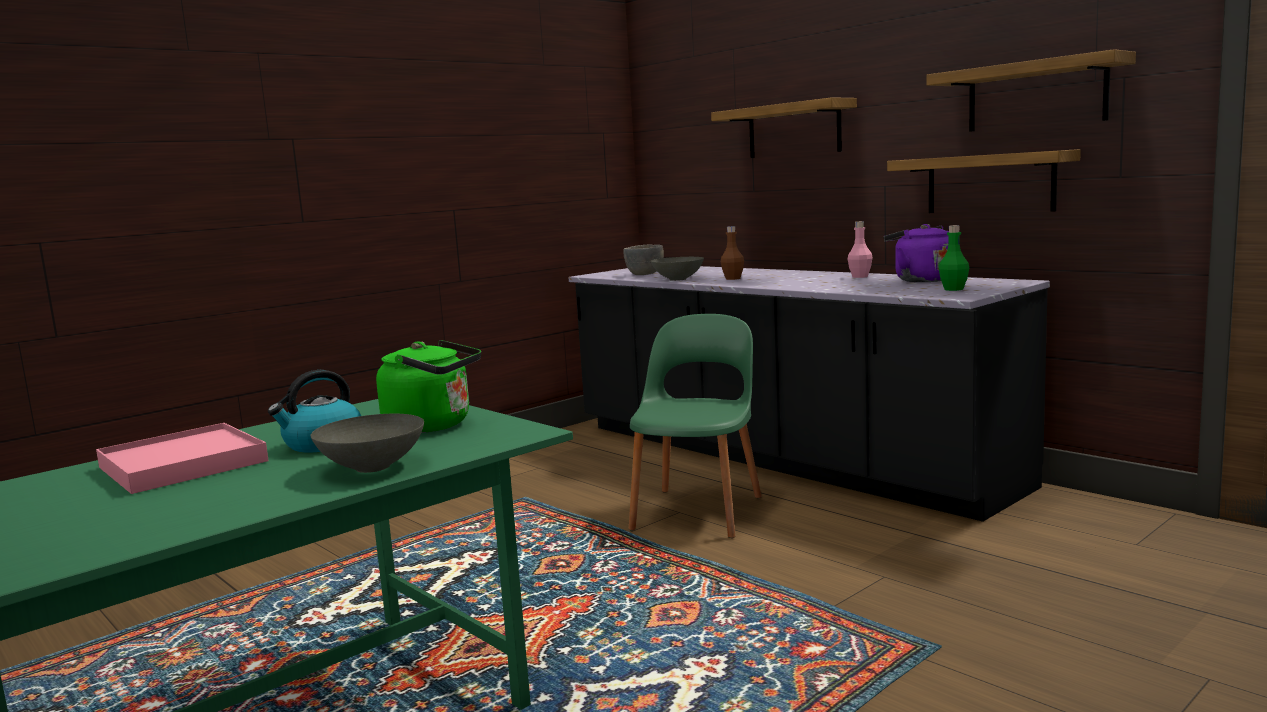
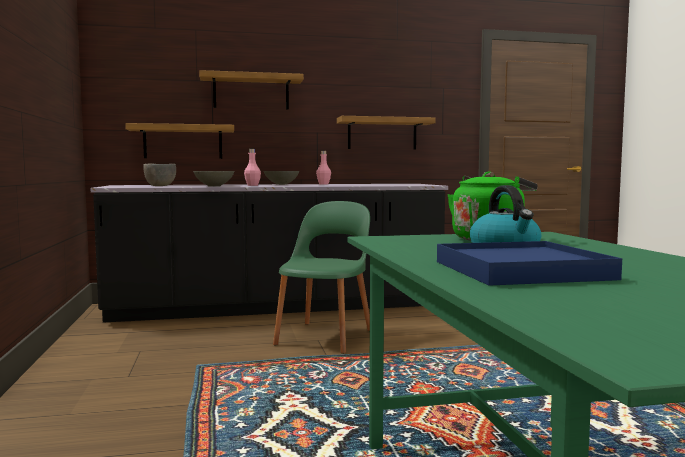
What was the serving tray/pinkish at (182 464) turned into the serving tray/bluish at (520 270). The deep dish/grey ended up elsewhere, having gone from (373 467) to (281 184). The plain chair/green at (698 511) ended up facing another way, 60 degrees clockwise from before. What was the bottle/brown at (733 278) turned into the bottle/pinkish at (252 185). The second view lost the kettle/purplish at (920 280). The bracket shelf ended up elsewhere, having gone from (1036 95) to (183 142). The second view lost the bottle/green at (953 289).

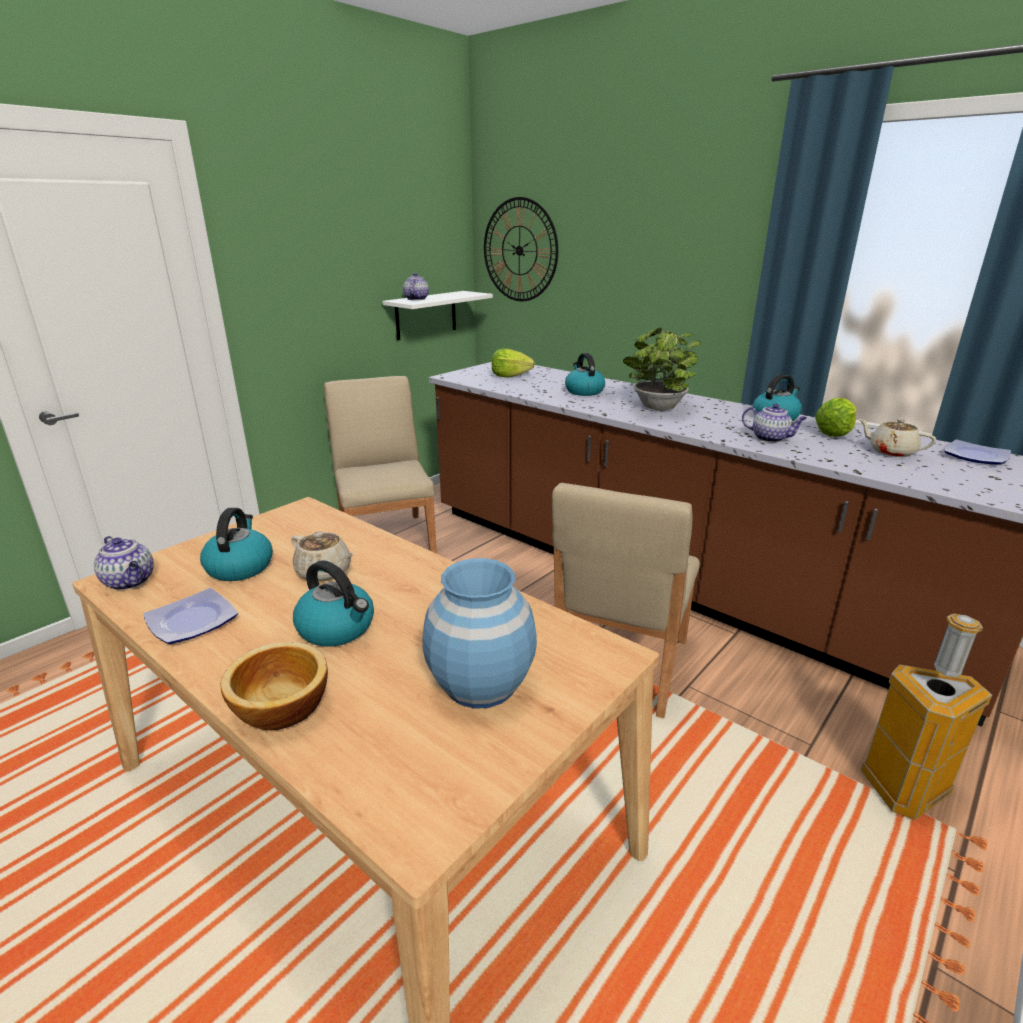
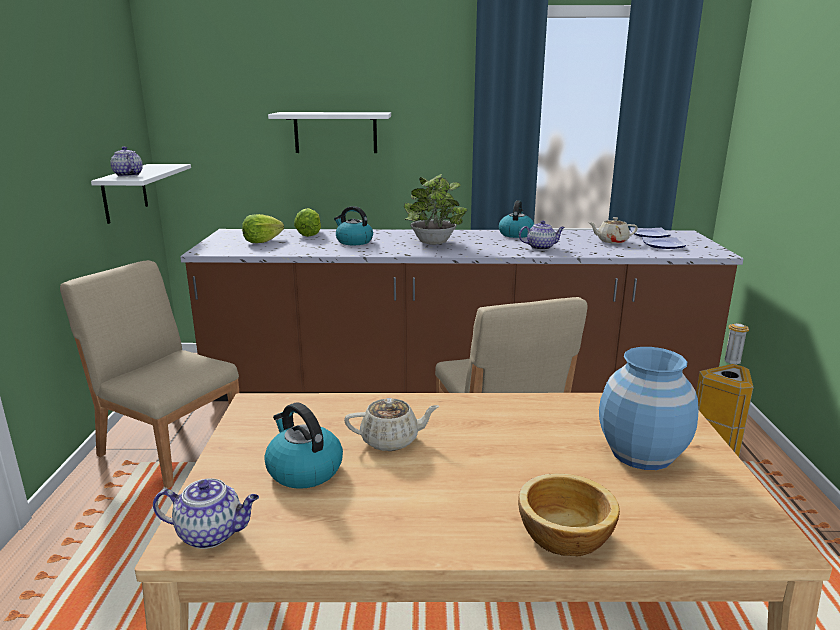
The plate ended up elsewhere, having gone from (193 620) to (662 245). The second view lost the kettle at (337 628). The second view lost the hanging clock at (519 250). The lettuce ended up elsewhere, having gone from (834 433) to (309 234). The second view gained the bracket shelf/white at (335 132).

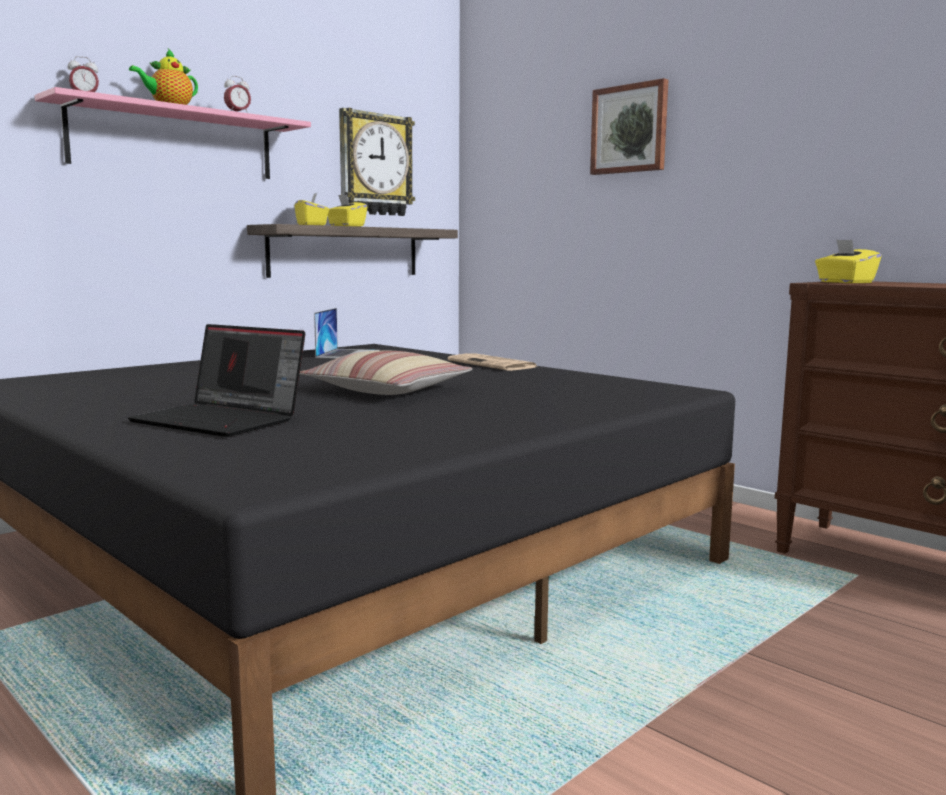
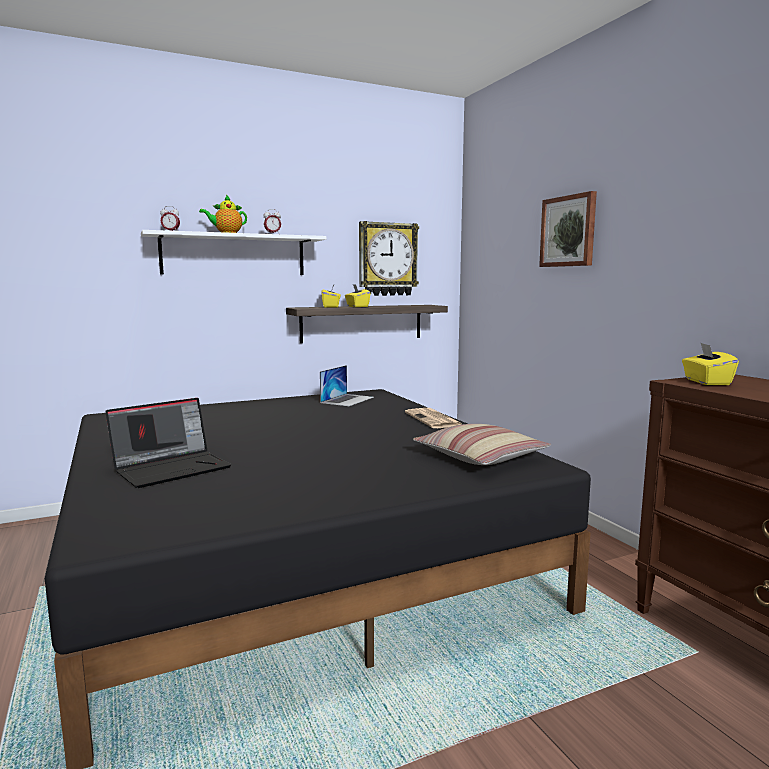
What was the bracket shelf/pinkish at (174 142) turned into the bracket shelf/white at (234 255). The portable computer at (222 420) ended up facing another way, 90 degrees counterclockwise from before. The pillow ended up elsewhere, having gone from (387 390) to (480 457).

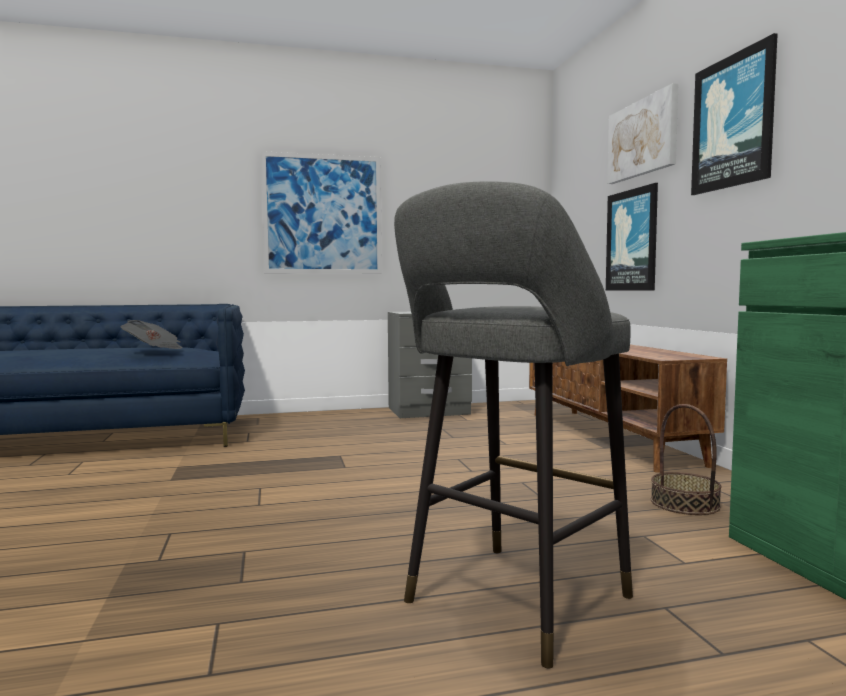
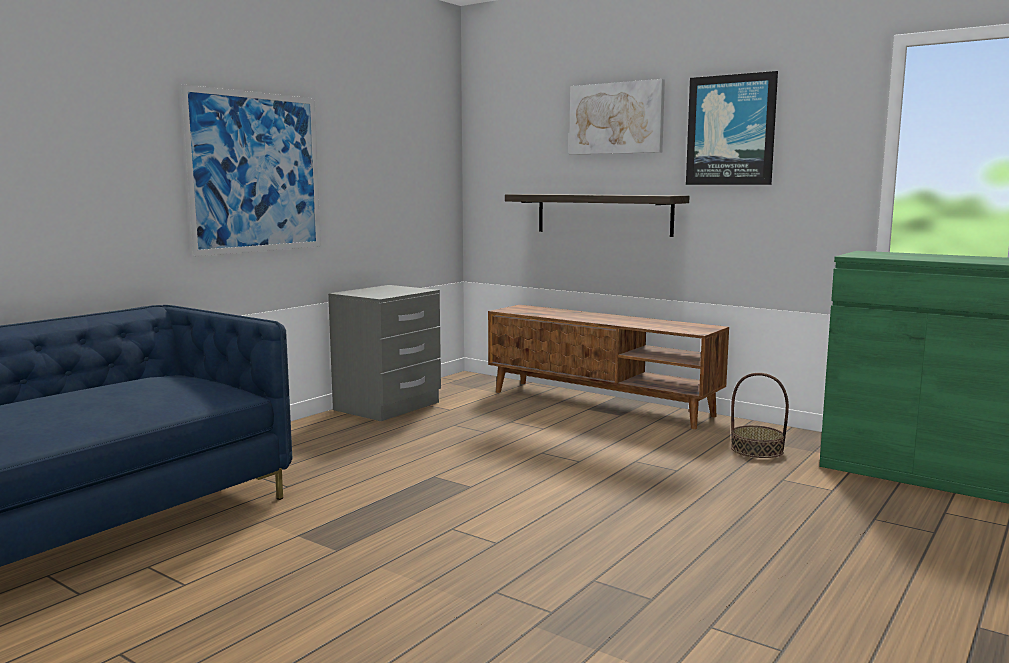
The second view lost the printed paper at (155 351). The second view lost the stool/grey at (510 604). Where the wall picture hung at (632 240), the bracket shelf came to hang at (603 214).

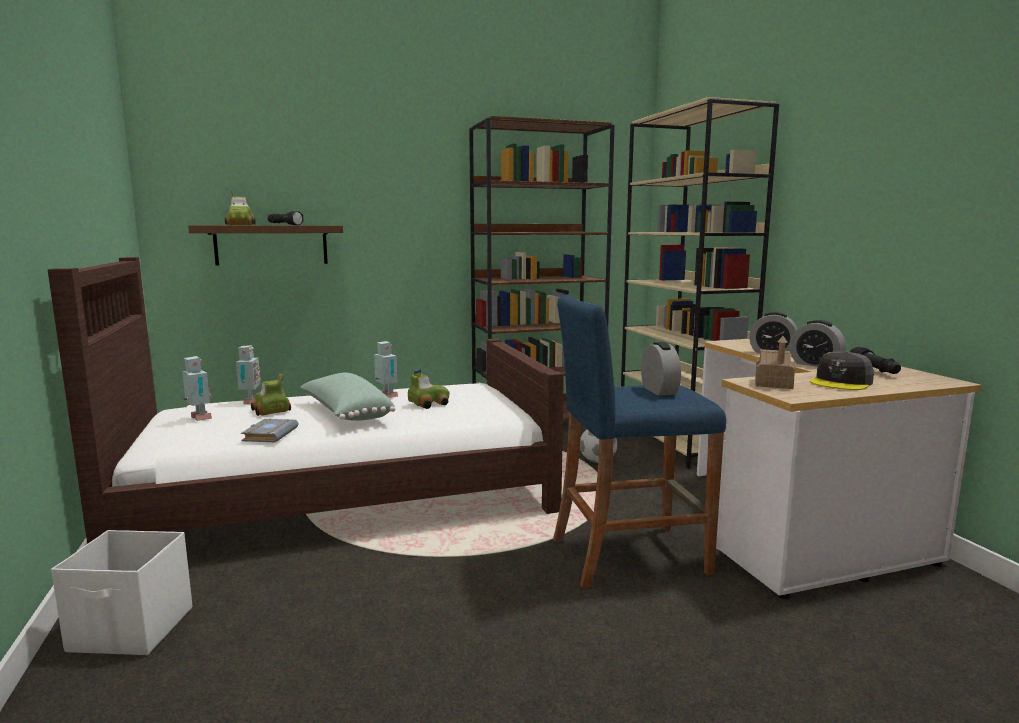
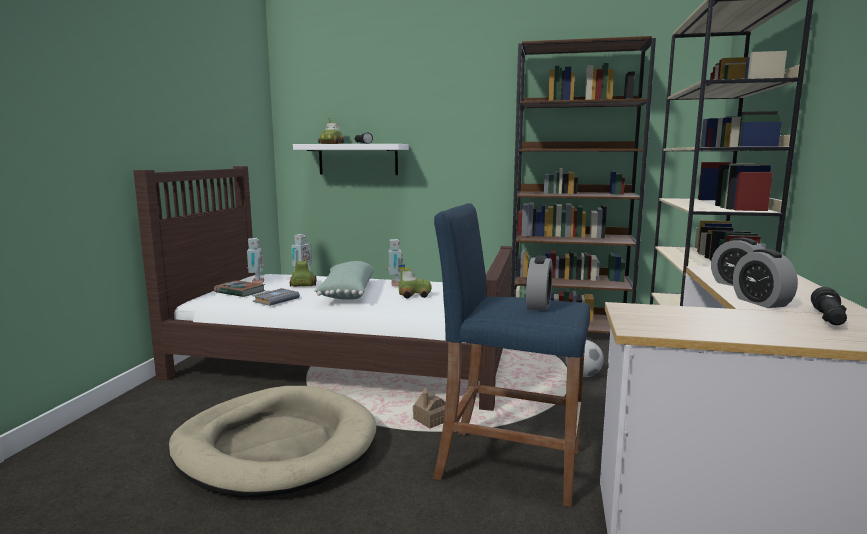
The second view lost the storage container/white at (133 630). What was the bracket shelf/brown at (271 245) turned into the bracket shelf/white at (358 159). The miniature house ended up elsewhere, having gone from (773 384) to (431 420). The second view lost the peaked cap/grey at (841 382). The second view gained the dog cushion/beige at (276 446). The second view gained the bound book at (239 292).

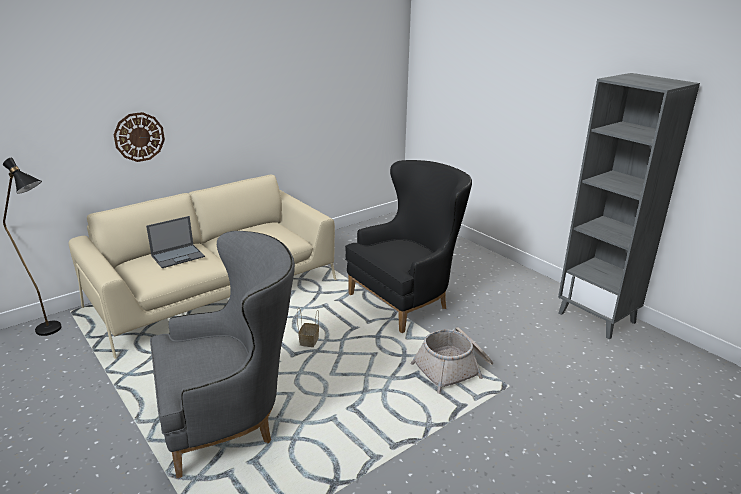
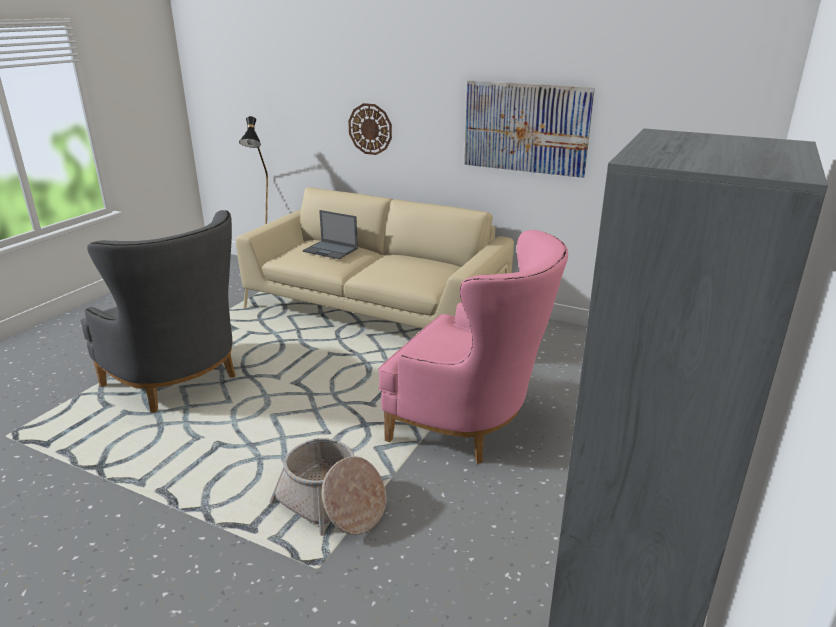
The second view lost the household basket at (309 341). What was the armchair/black-coloured at (408 300) turned into the armchair/pinkish at (471 426). The second view gained the wall picture at (525 128).

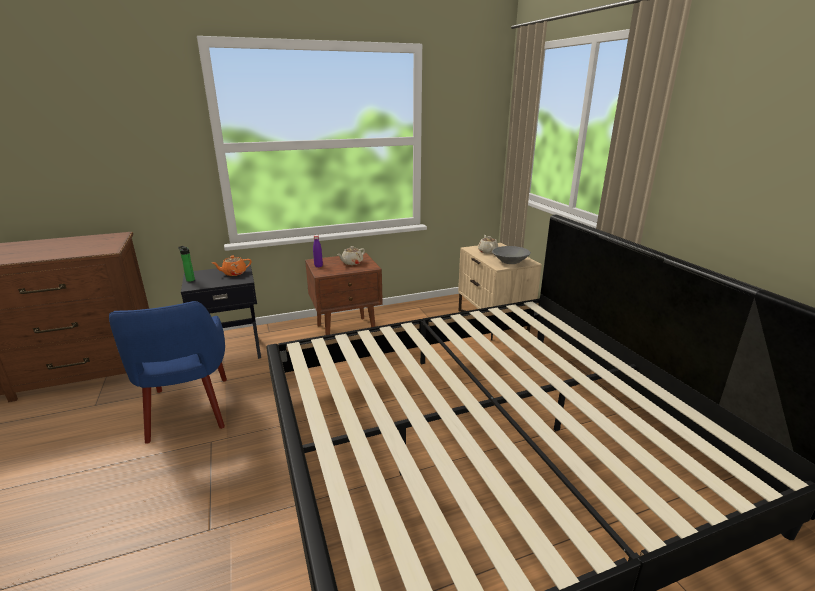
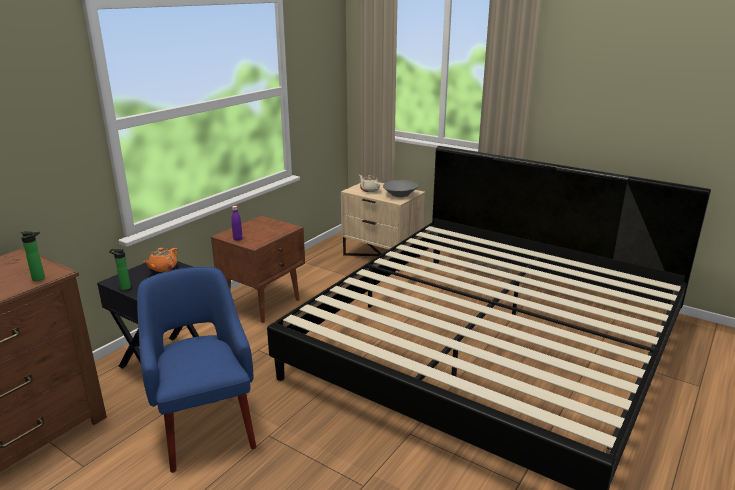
The armchair/bluish at (188 410) ended up facing another way, 150 degrees counterclockwise from before. The second view lost the teapot/beige at (352 263). The second view gained the bottle at (40 278).

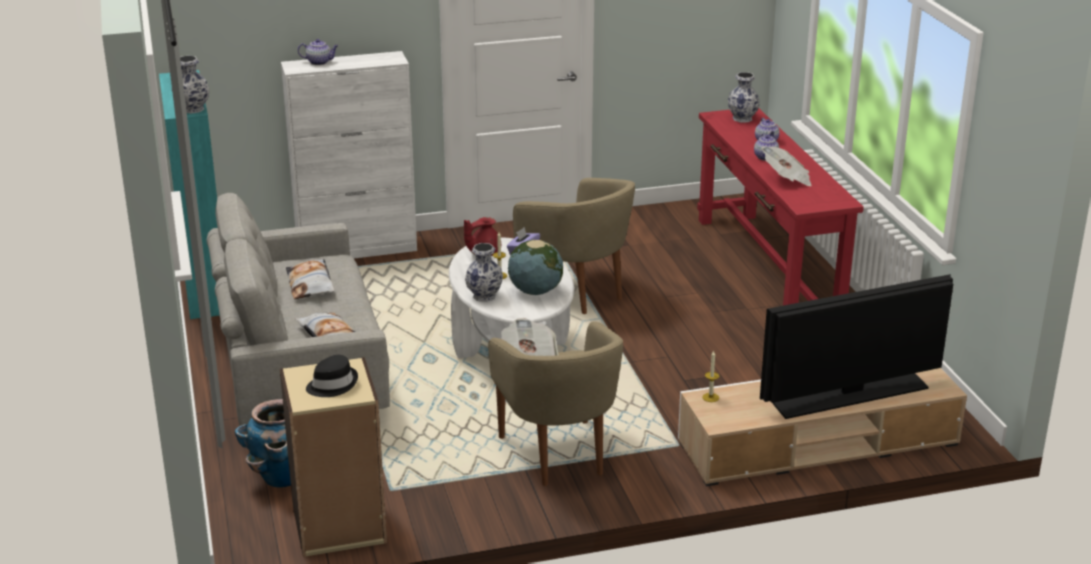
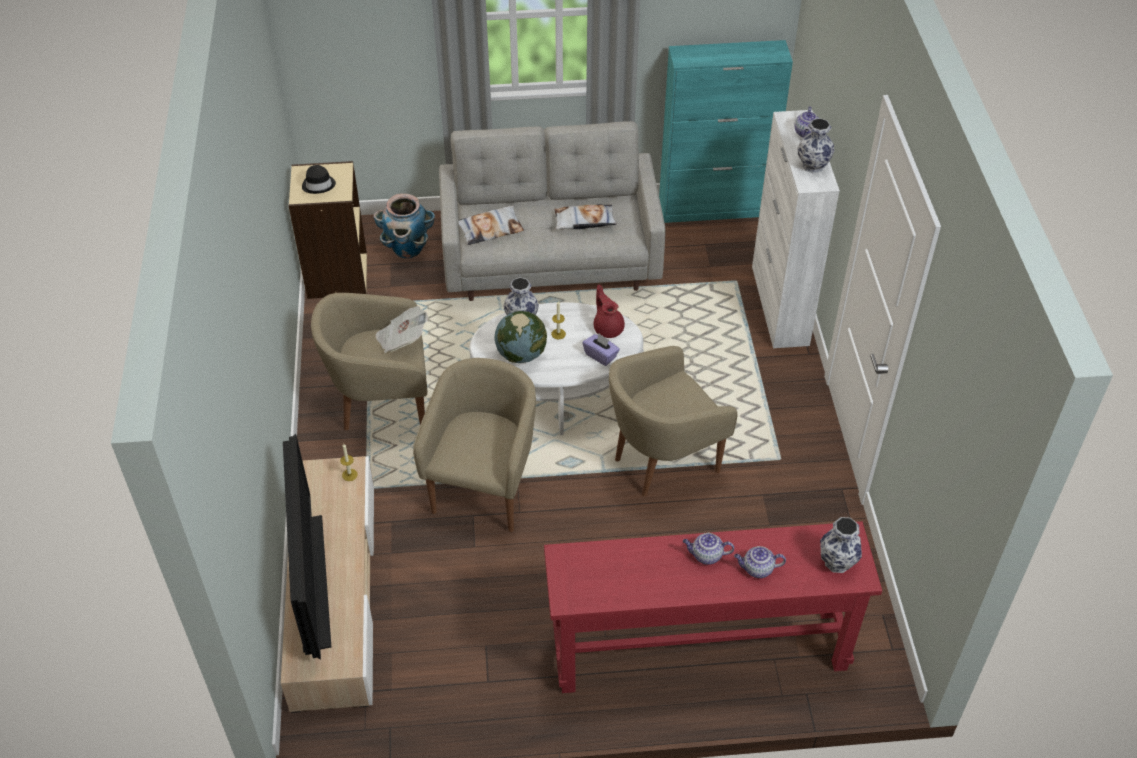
The decorative vase ended up elsewhere, having gone from (192 109) to (813 165). The second view lost the printed paper at (787 179). The second view gained the armchair/beige at (485 488).

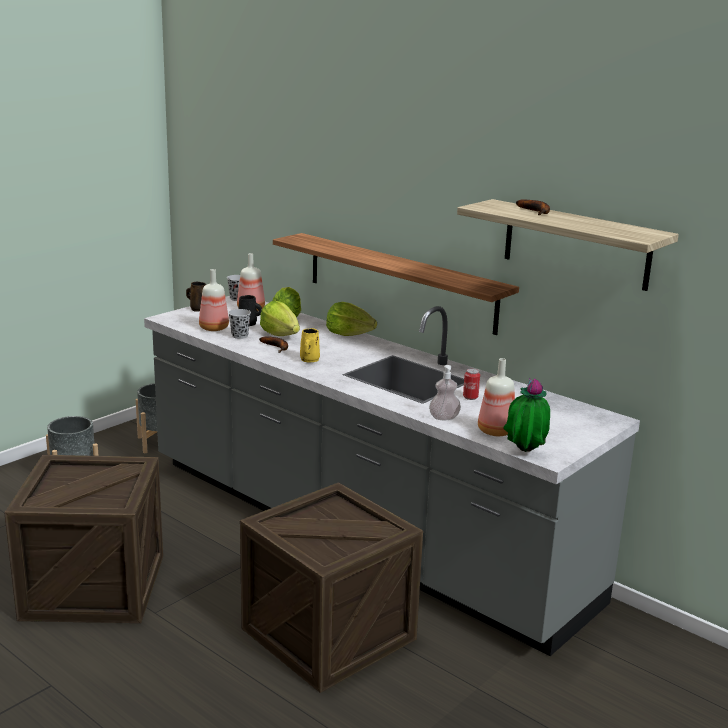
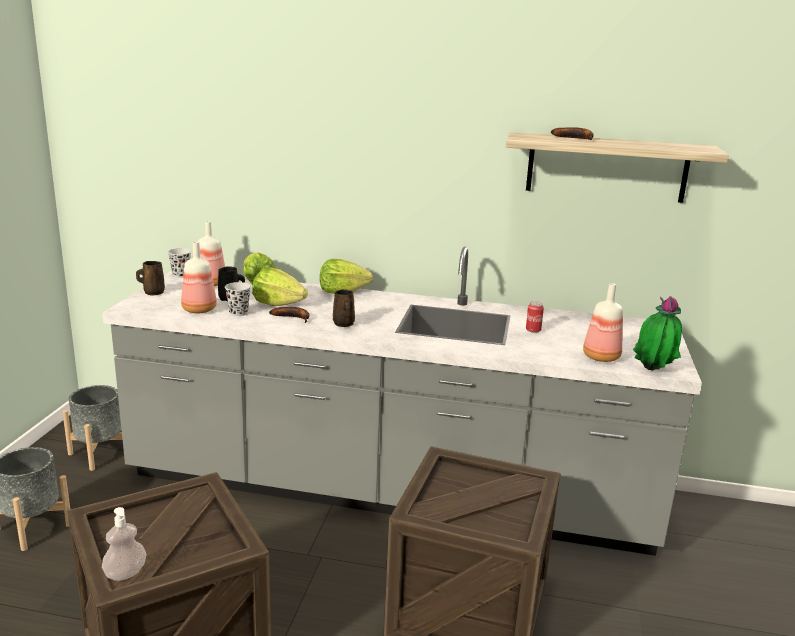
The second view lost the bracket shelf at (400 282). What was the tea mug/yellowish at (309 360) turned into the tea mug/brown at (344 324). The soap bottle ended up elsewhere, having gone from (444 418) to (125 573).

